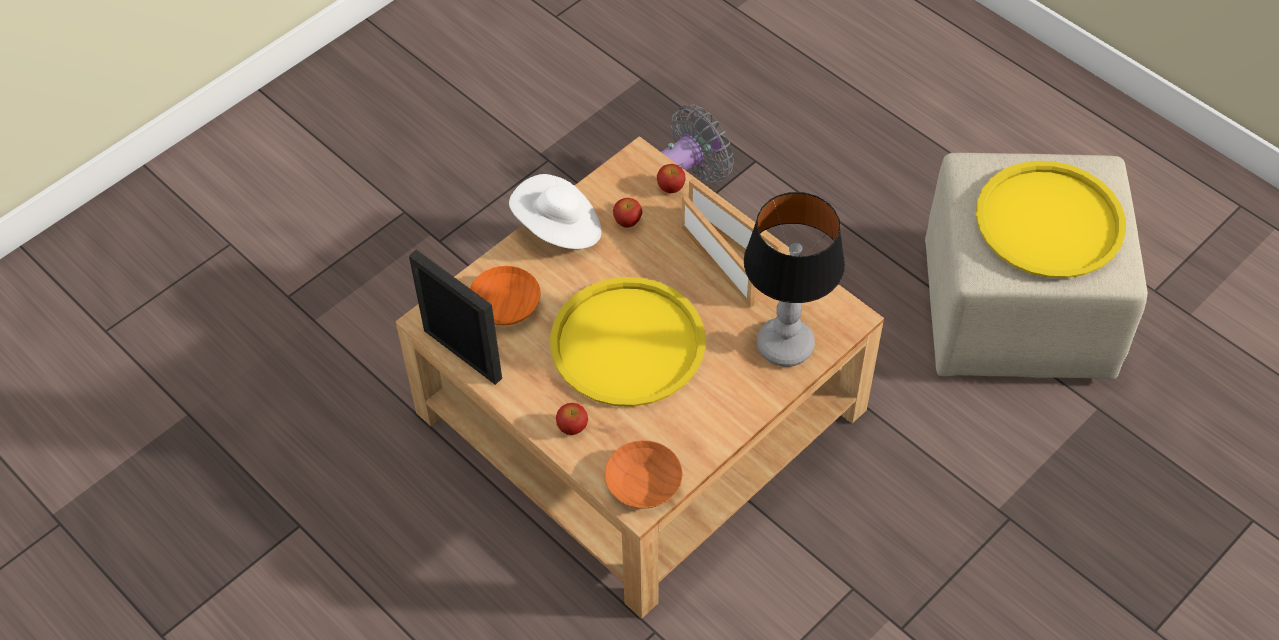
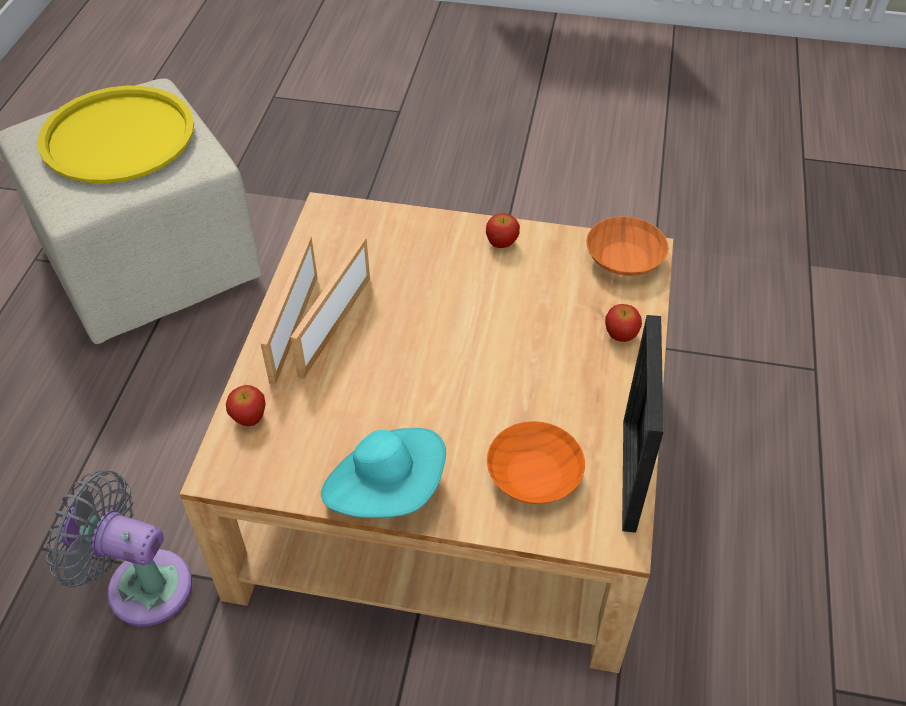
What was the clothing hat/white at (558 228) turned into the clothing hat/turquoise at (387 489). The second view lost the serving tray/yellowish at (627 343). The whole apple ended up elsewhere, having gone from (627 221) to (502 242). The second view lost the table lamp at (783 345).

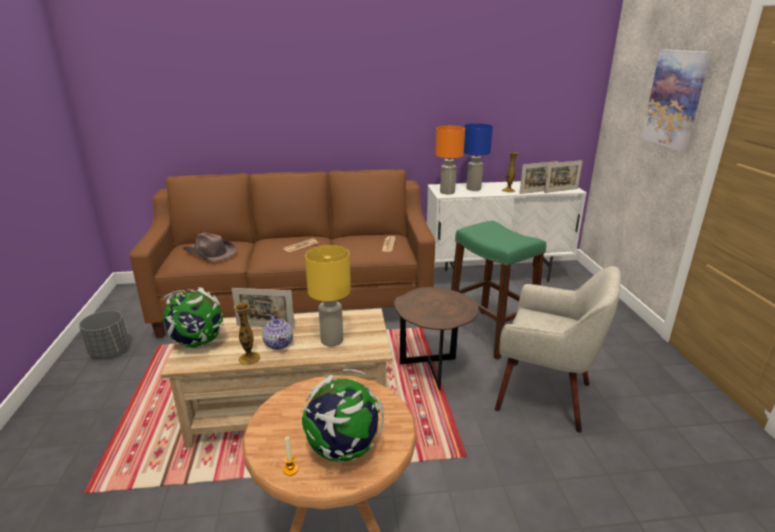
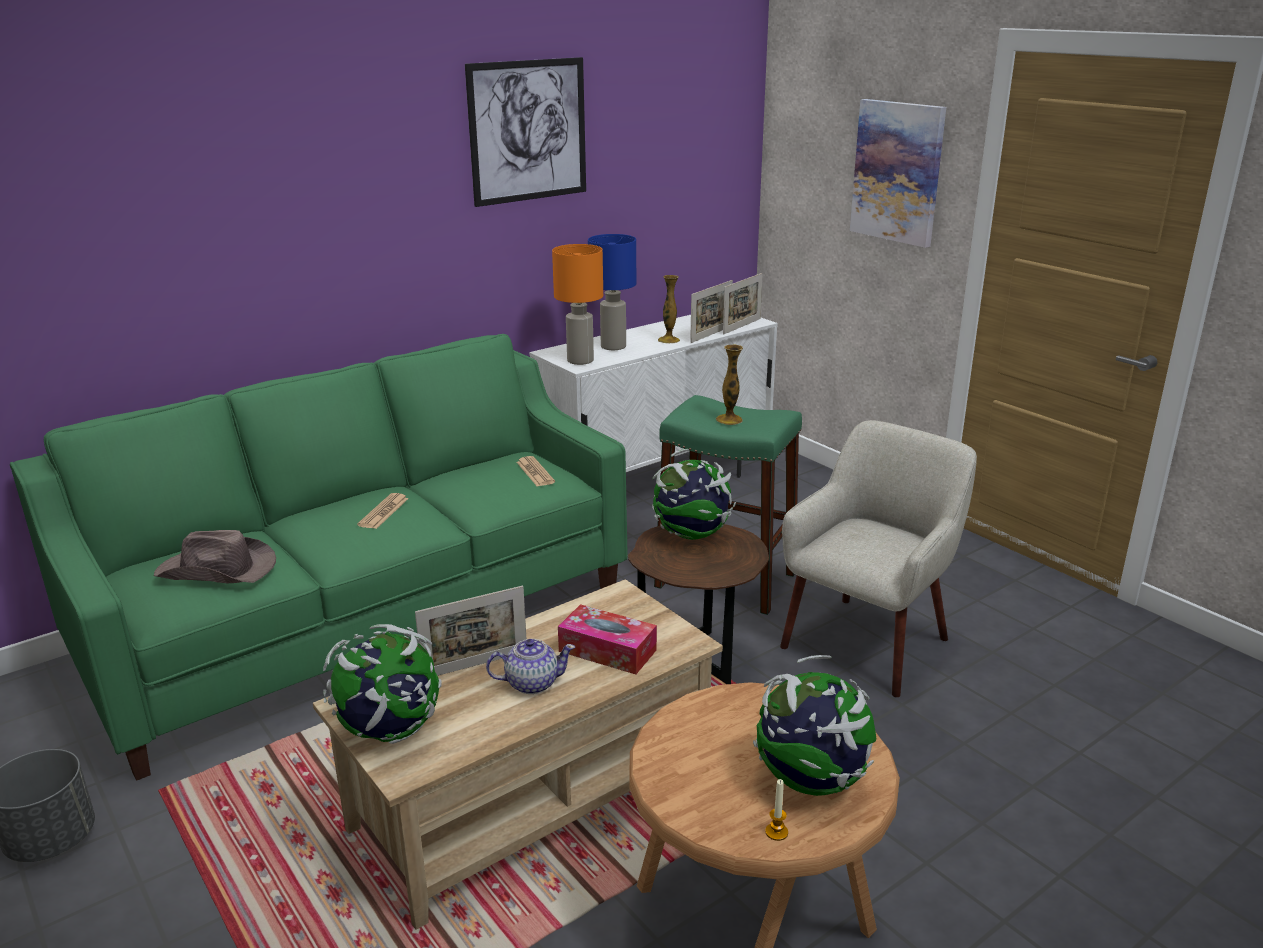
What was the settee/brown at (298 301) turned into the settee/green at (363 623). The decorative vase ended up elsewhere, having gone from (249 358) to (729 420). The teapot at (279 343) ended up facing another way, 45 degrees counterclockwise from before. Where the table lamp/yellowish stood at (331 340), the tissue box came to stand at (607 650). The armchair/beige at (545 395) ended up facing another way, 45 degrees counterclockwise from before. The second view gained the wall picture at (528 131). The second view gained the globe at (692 535).

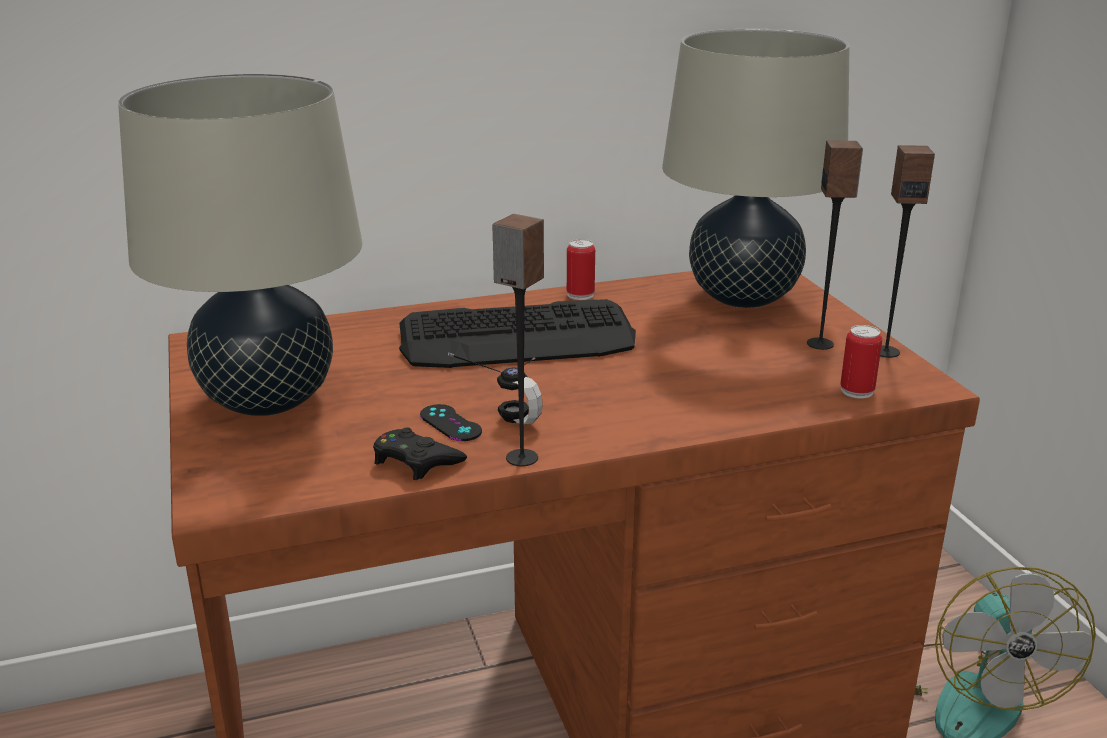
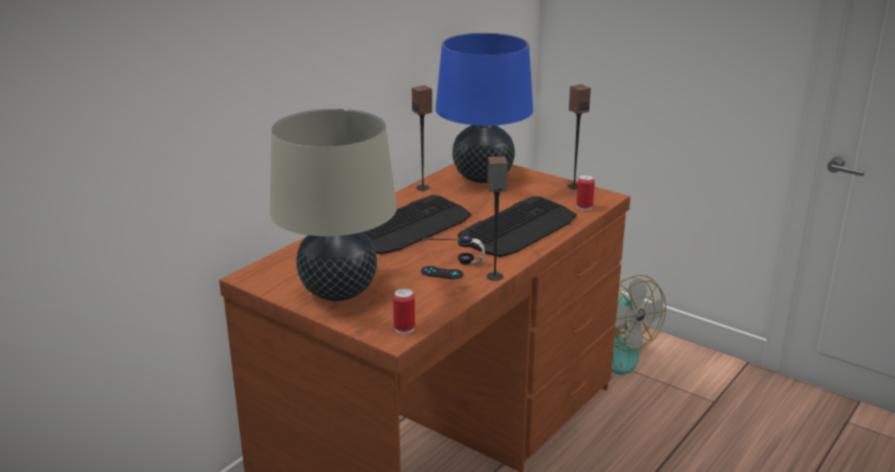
The second view lost the joypad/black-coloured at (416 461). The can ended up elsewhere, having gone from (580 295) to (404 328). What was the table lamp/beige at (743 297) turned into the table lamp/bluish at (483 177). The speaker ended up elsewhere, having gone from (820 344) to (423 188). The second view gained the computer keyboard at (519 228).

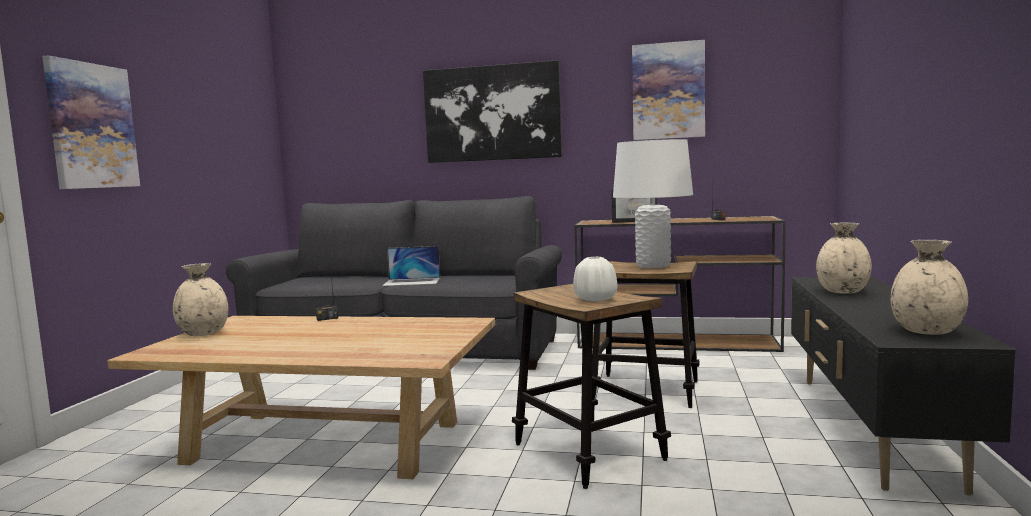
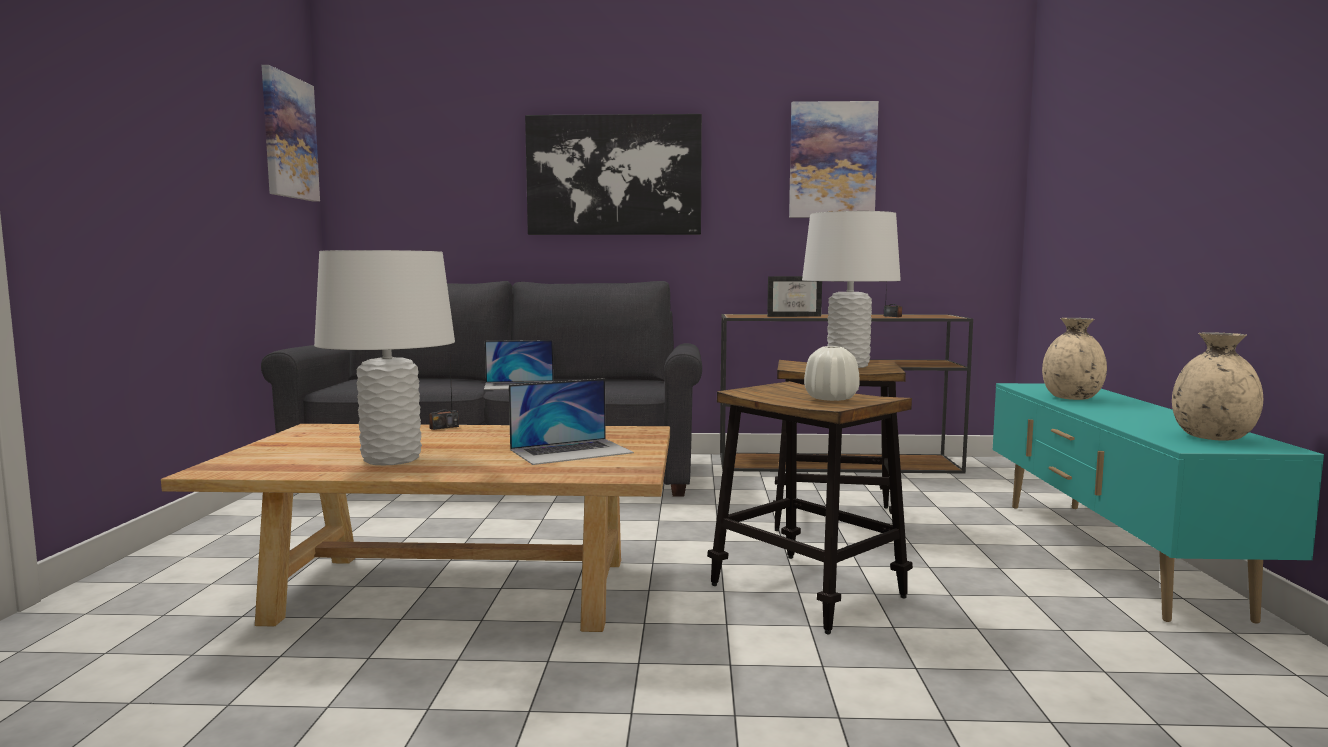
The wall picture ended up elsewhere, having gone from (92 126) to (289 137). The second view lost the decorative vase/beige at (203 334). What was the media console/black-coloured at (870 428) turned into the media console/turquoise at (1110 555). The second view gained the table lamp/white at (392 459). The second view gained the portable computer at (571 451).

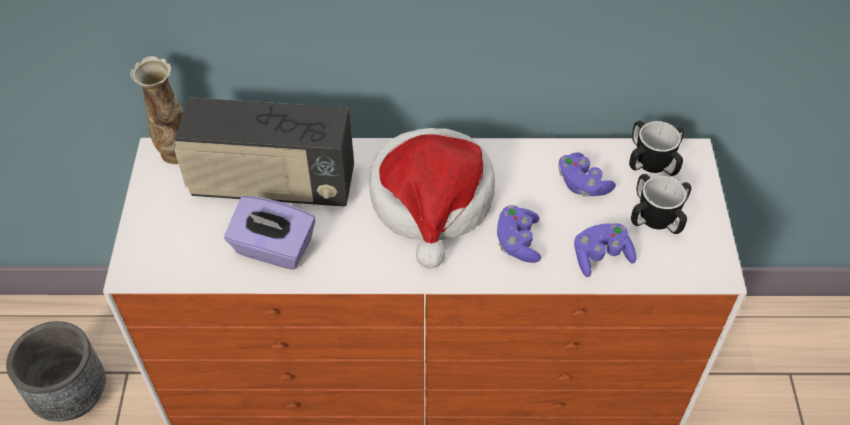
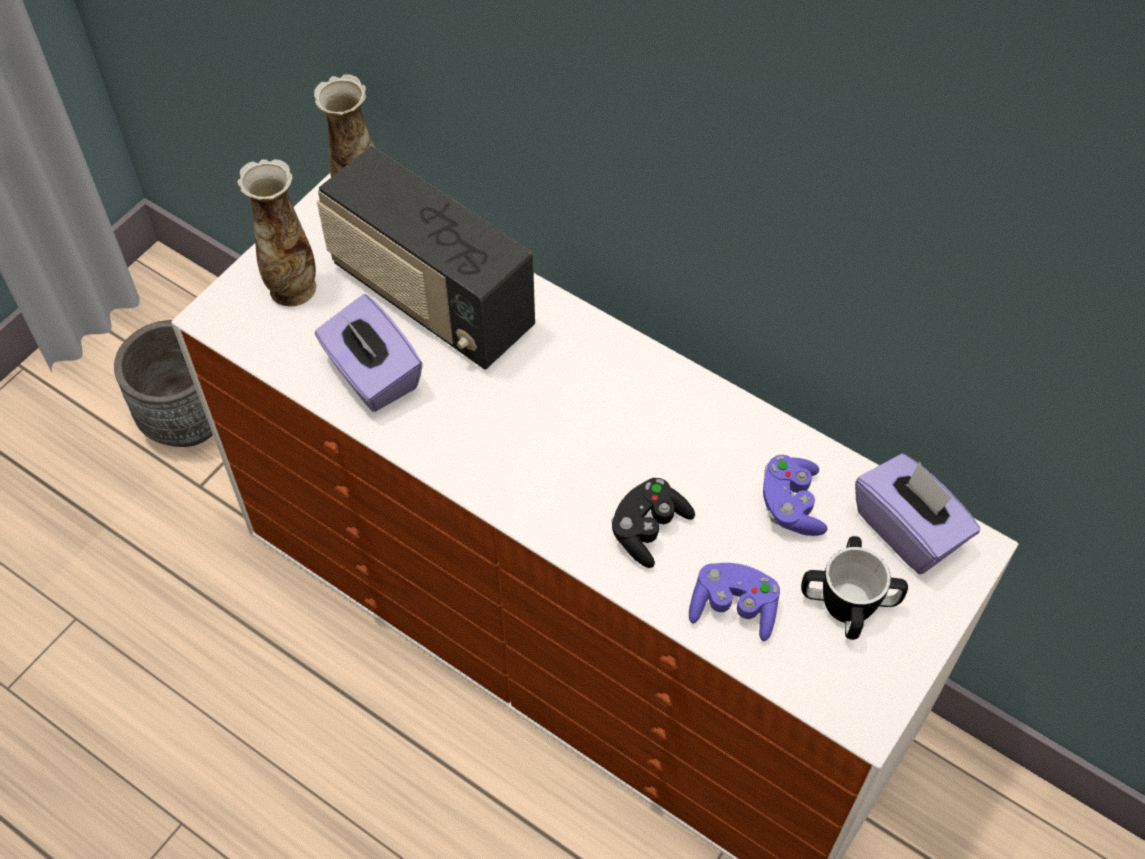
The second view lost the clothing hat at (432 201). What was the joypad/purplish at (518 242) turned into the joypad/black-coloured at (648 529). Where the tea mug stood at (652 162), the tissue box/purplish came to stand at (908 530). The second view gained the decorative vase at (292 287).

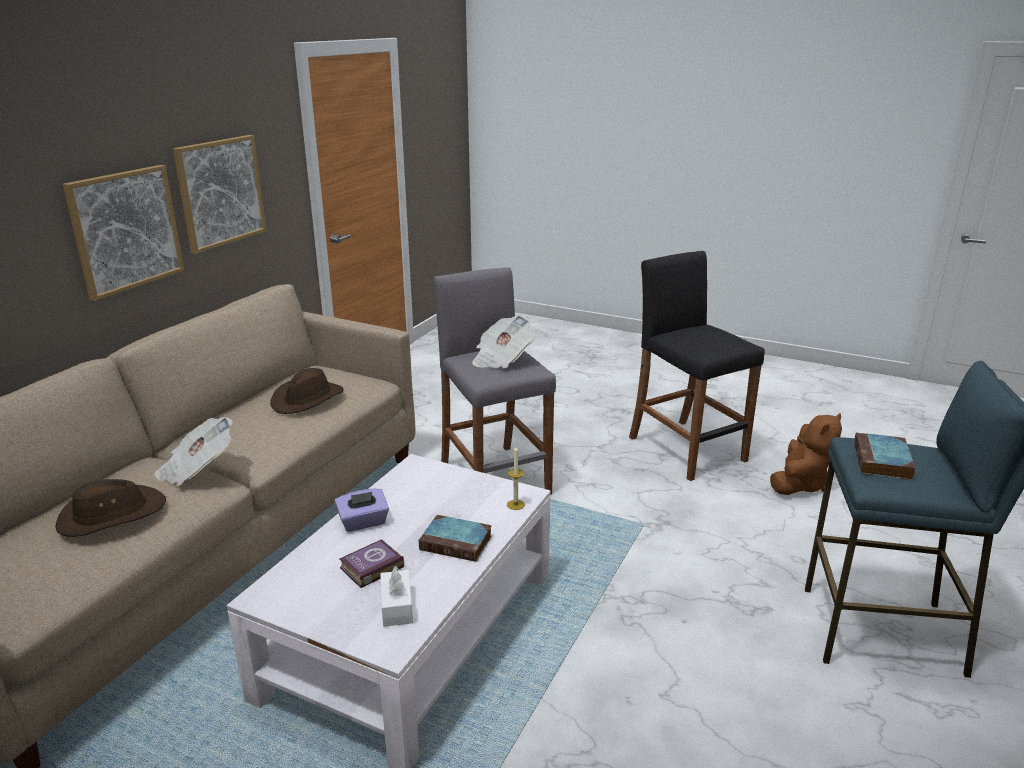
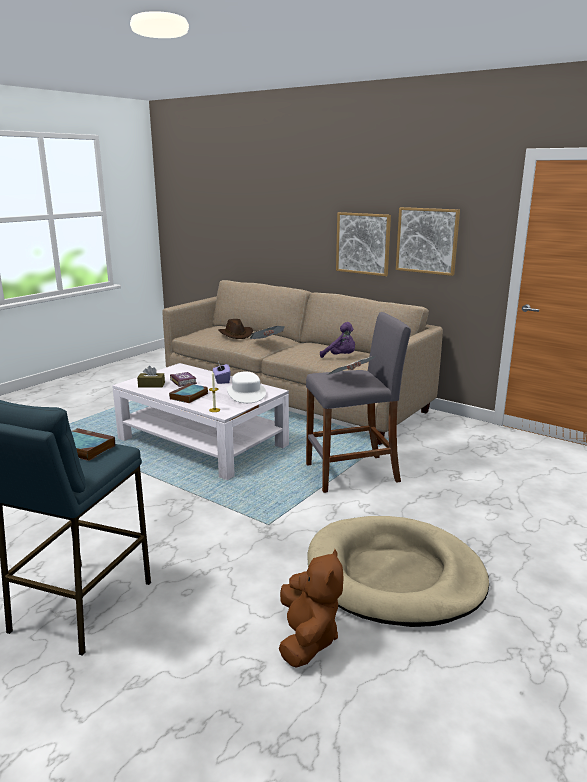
Where the clothing hat/brown stood at (307 399), the cuddly toy/purplish came to stand at (340 357). What was the tissue box/white at (397 607) turned into the tissue box/brown at (151 385). Where the stool/black-coloured stood at (686 449), the dog cushion/beige came to stand at (394 575). The cuddly toy/brown at (799 484) ended up facing another way, 135 degrees counterclockwise from before. The second view gained the clothing hat/white at (246 394).

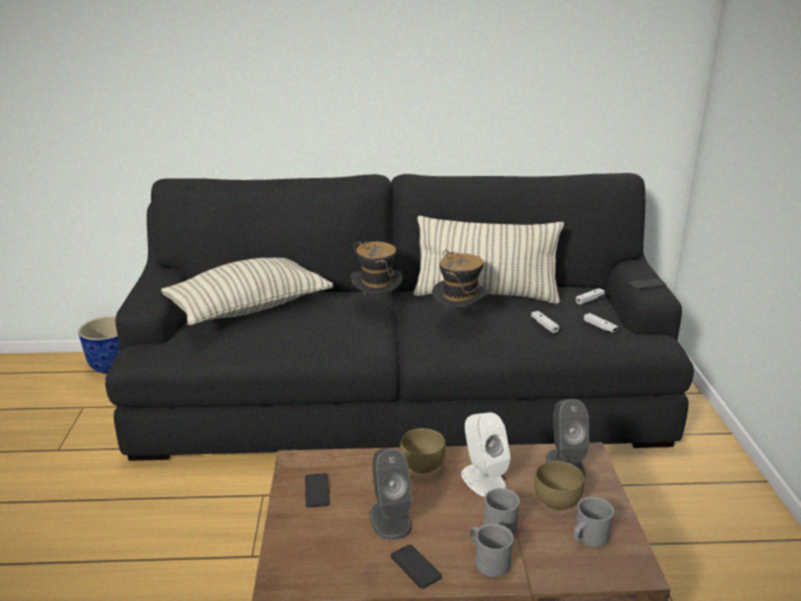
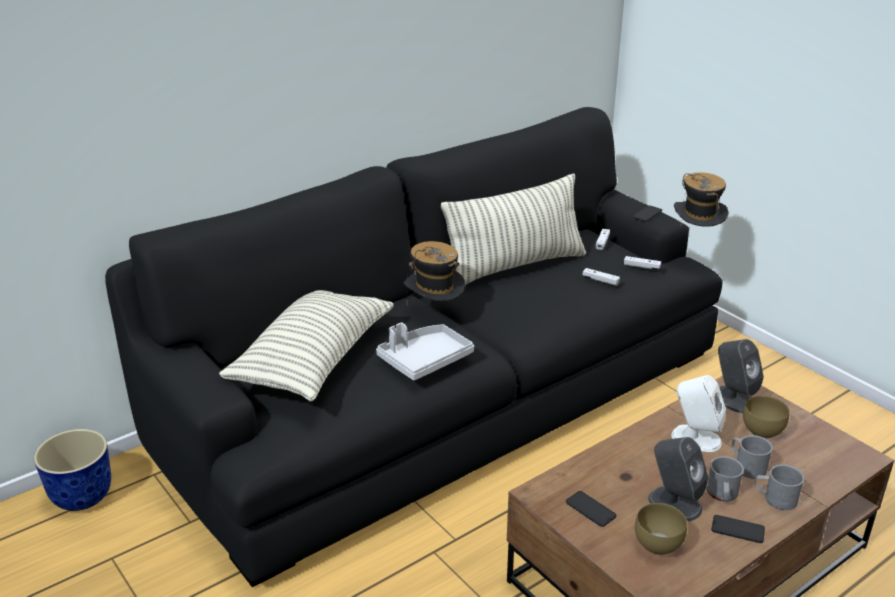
The deep dish/brown ended up elsewhere, having gone from (422 465) to (656 544). The clothing hat ended up elsewhere, having gone from (459 321) to (696 239). The tea mug/grey ended up elsewhere, having gone from (588 538) to (722 495). The second view gained the serving tray/grey at (424 360).

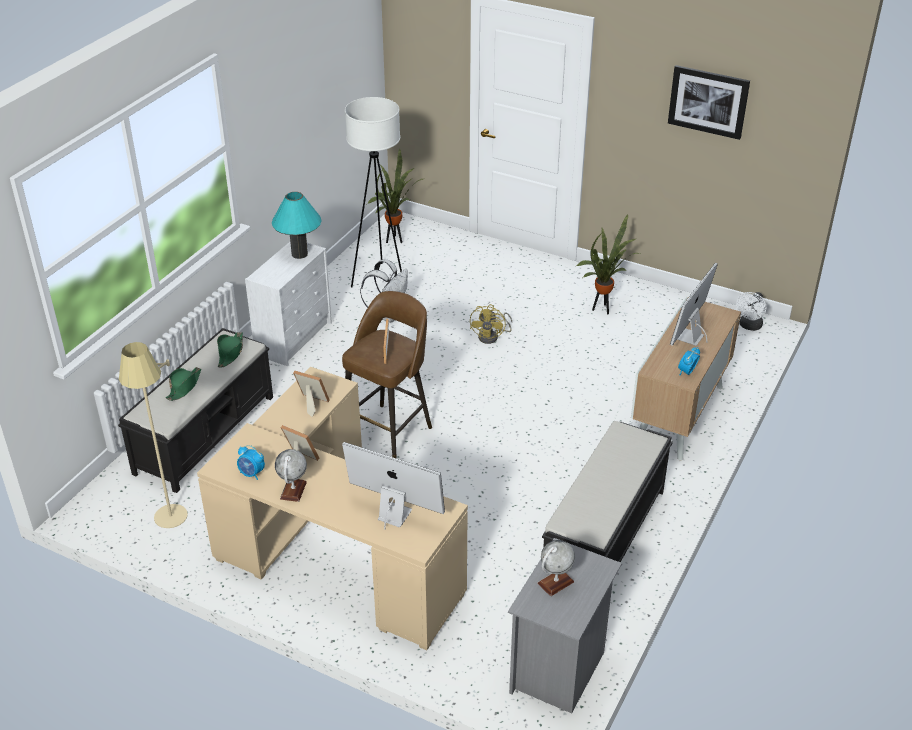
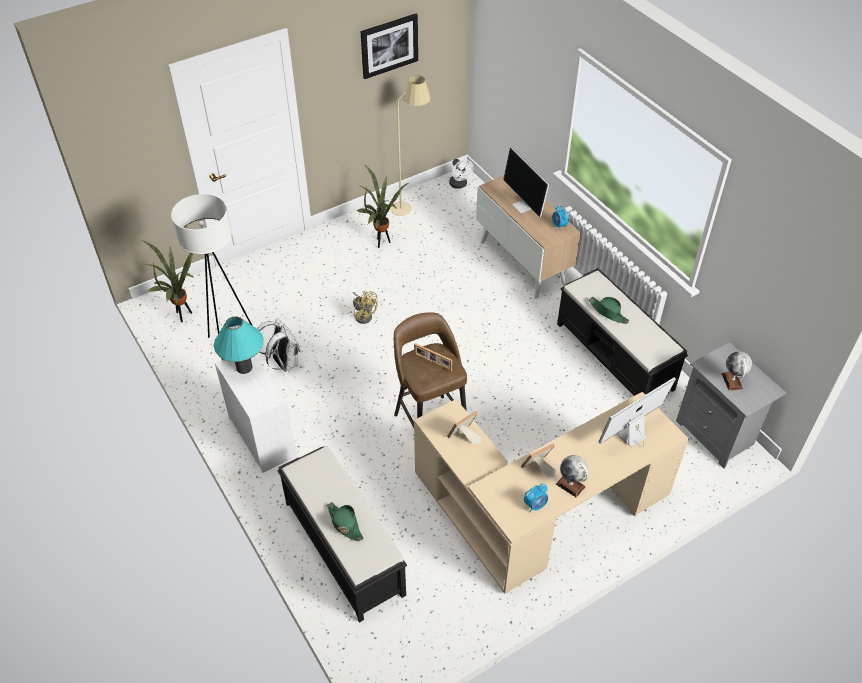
The floor lamp/beige ended up elsewhere, having gone from (173 526) to (410 209). The clothing hat/green ended up elsewhere, having gone from (230 353) to (608 312).

